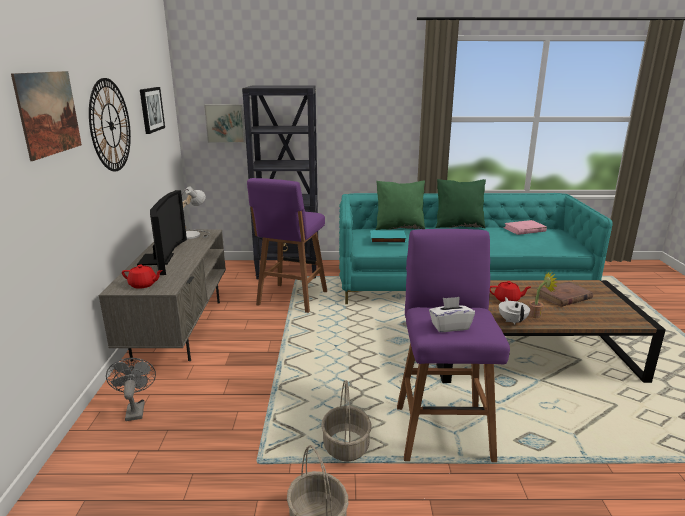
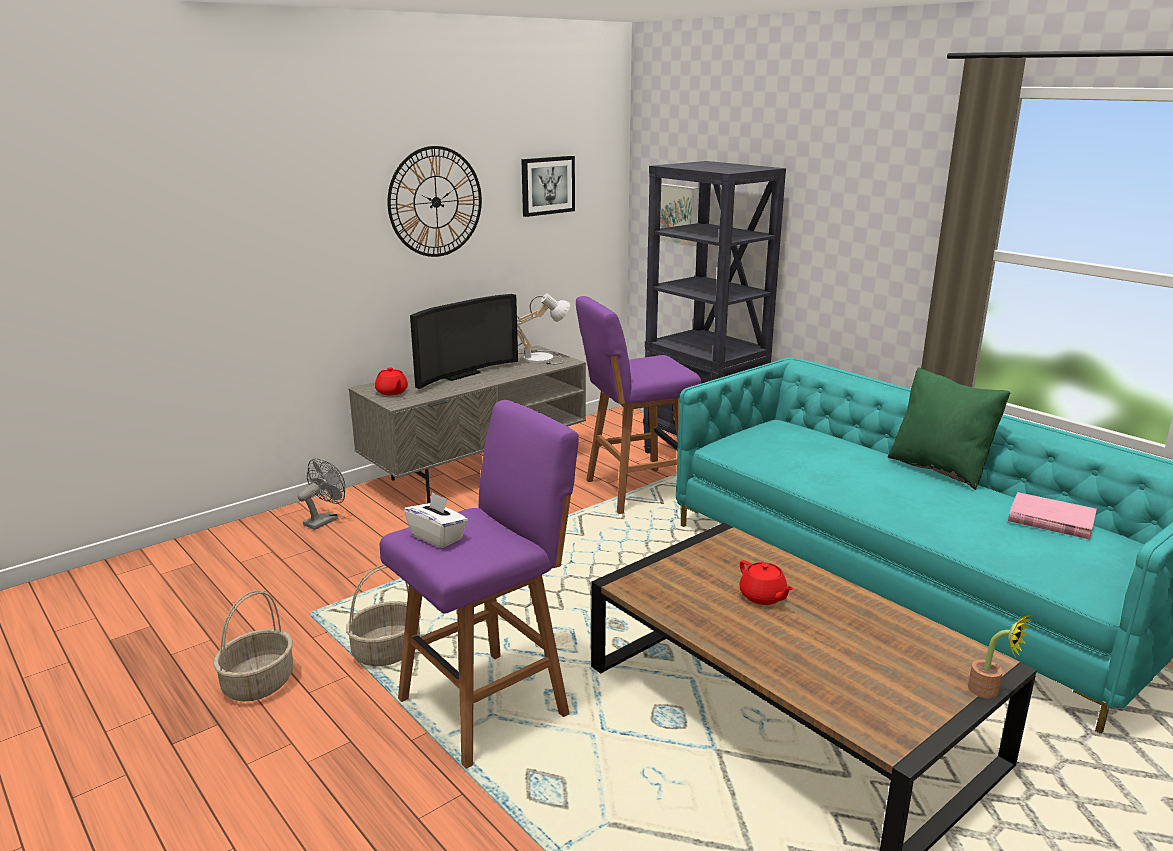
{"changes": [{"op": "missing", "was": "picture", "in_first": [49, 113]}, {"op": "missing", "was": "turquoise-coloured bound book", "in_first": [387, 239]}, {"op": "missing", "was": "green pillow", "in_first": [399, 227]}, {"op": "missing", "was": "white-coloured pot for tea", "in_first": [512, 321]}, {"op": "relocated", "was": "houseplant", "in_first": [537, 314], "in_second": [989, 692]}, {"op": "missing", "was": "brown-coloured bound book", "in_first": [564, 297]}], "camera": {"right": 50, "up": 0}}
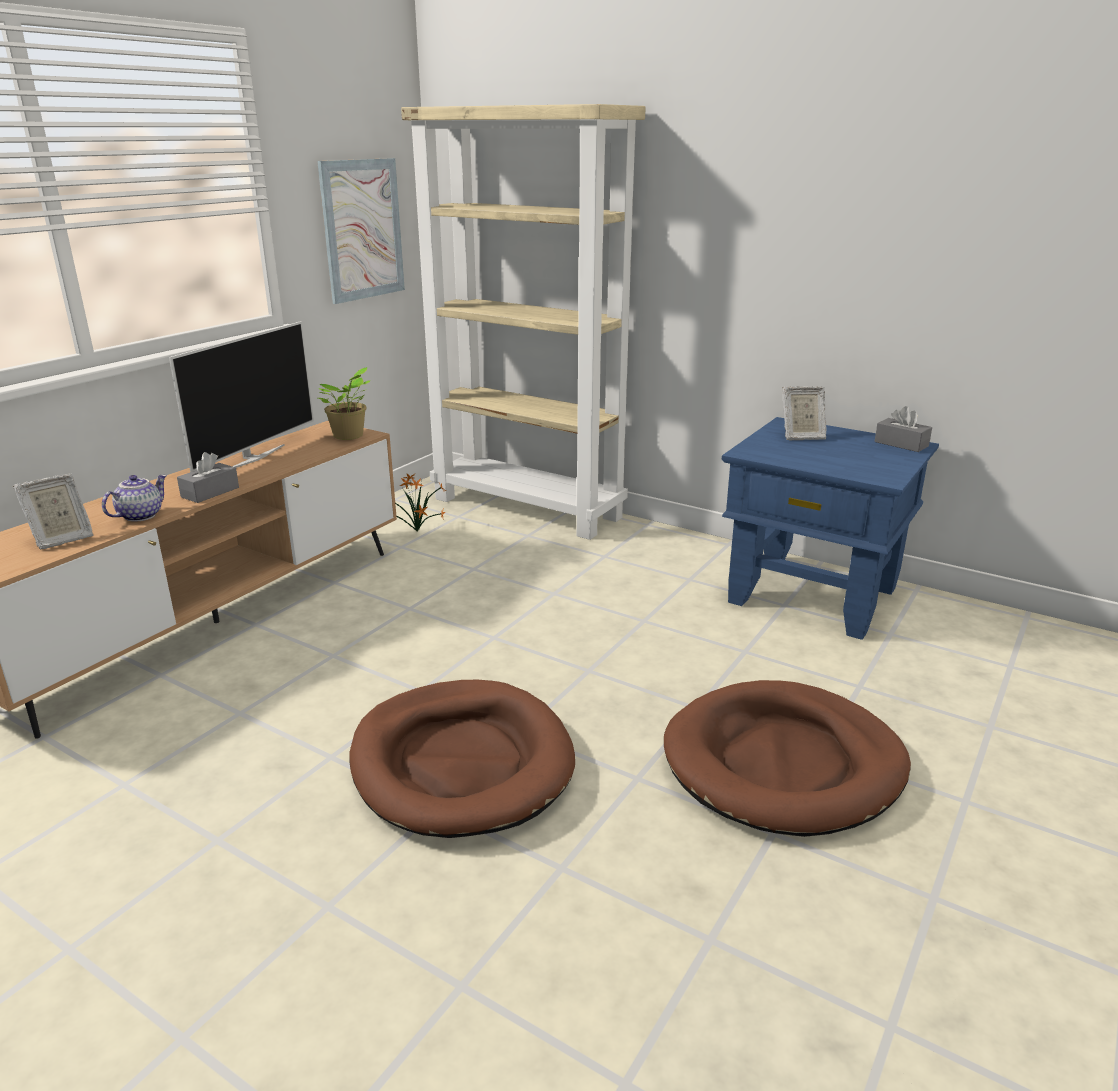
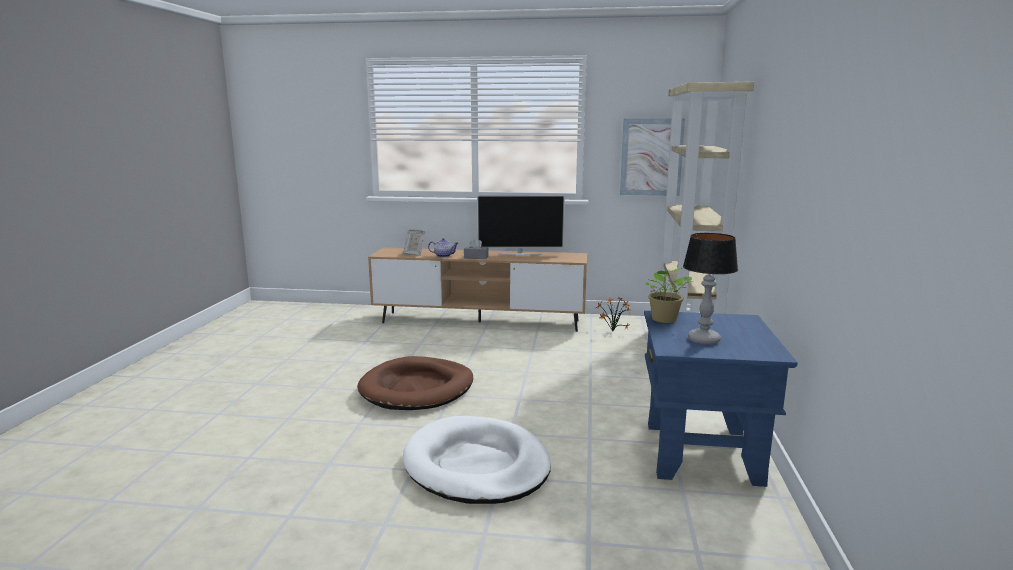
{"changes": [{"op": "relocated", "was": "houseplant", "in_first": [349, 436], "in_second": [664, 320]}, {"op": "colour", "was": "brown-coloured dog bed", "now": "white-coloured dog bed", "in_first": [783, 763], "in_second": [476, 465]}, {"op": "missing", "was": "photo frame", "in_first": [801, 437]}, {"op": "missing", "was": "gray box of tissues", "in_first": [901, 444]}, {"op": "appeared", "now": "table lamp", "in_second": [704, 340]}], "camera": {"right": 65, "up": -10}}
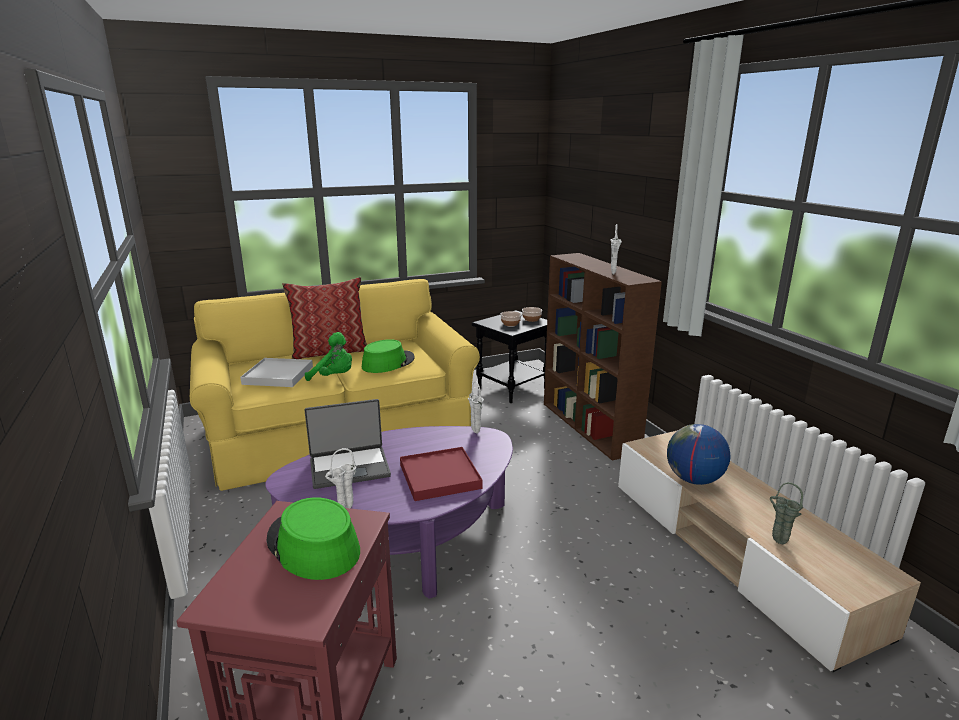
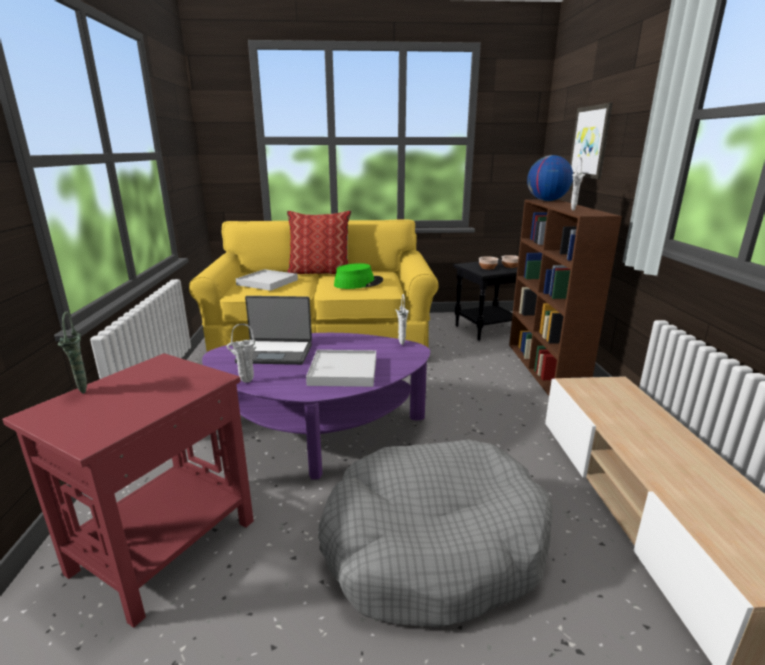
{"changes": [{"op": "missing", "was": "green wearable hat", "in_first": [312, 546]}, {"op": "missing", "was": "green cuddly toy", "in_first": [334, 377]}, {"op": "colour", "was": "red tray", "now": "white-coloured tray", "in_first": [439, 476], "in_second": [343, 371]}, {"op": "relocated", "was": "desk globe", "in_first": [693, 479], "in_second": [546, 201]}, {"op": "relocated", "was": "green decorative vase", "in_first": [777, 542], "in_second": [84, 390]}, {"op": "appeared", "now": "gray dog bed", "in_second": [433, 546]}, {"op": "appeared", "now": "picture", "in_second": [590, 142]}], "camera": {"right": 20, "up": 0}}
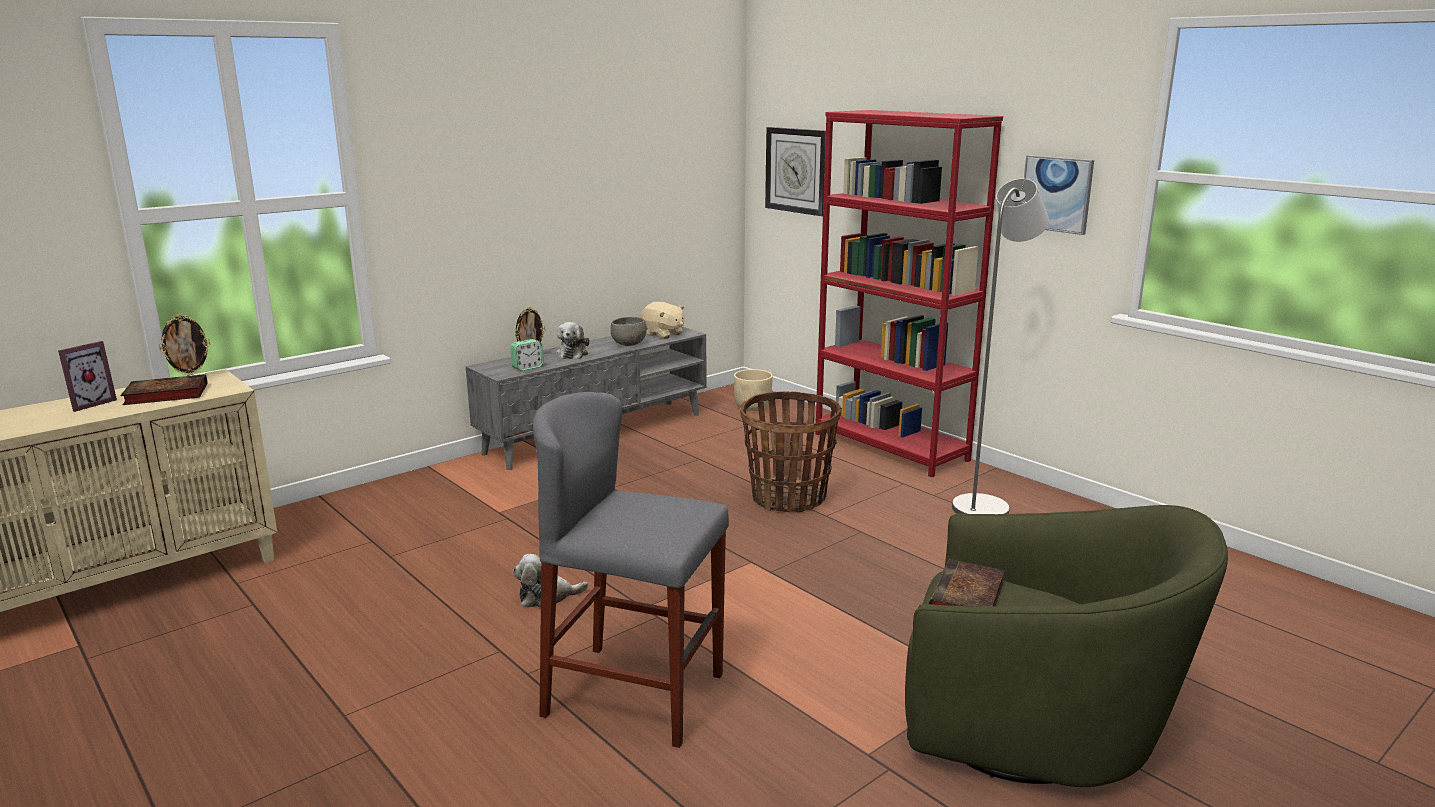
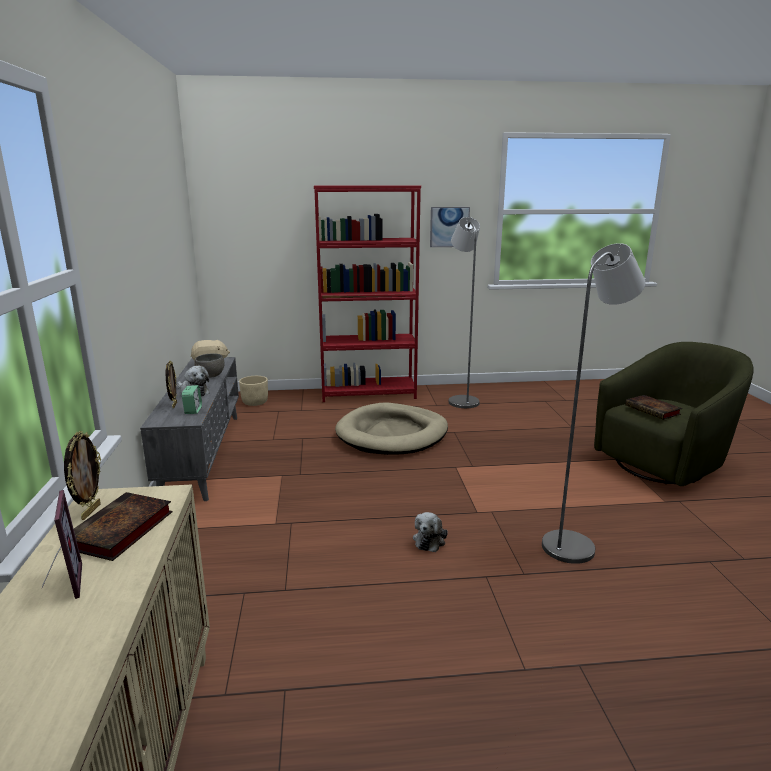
{"changes": [{"op": "exchanged", "was": "gray stool", "now": "gray standing lamp", "in_first": [635, 694], "in_second": [574, 544]}, {"op": "exchanged", "was": "storage basket", "now": "beige dog bed", "in_first": [788, 498], "in_second": [392, 434]}, {"op": "missing", "was": "hanging clock", "in_first": [797, 170]}], "camera": {"right": -55, "up": 0}}
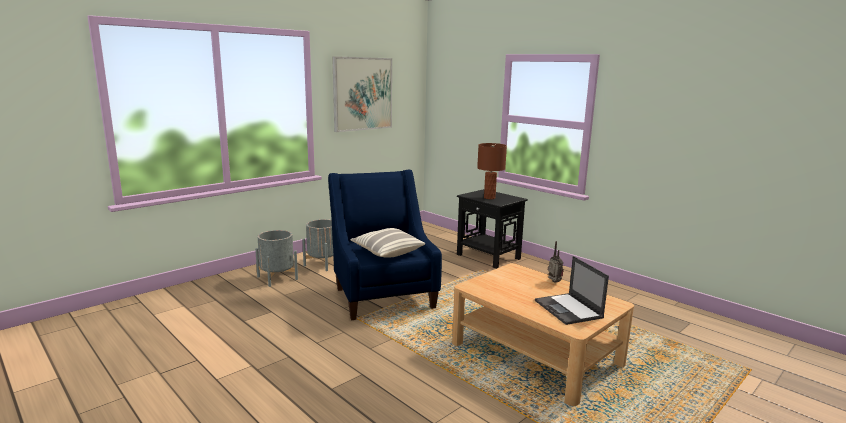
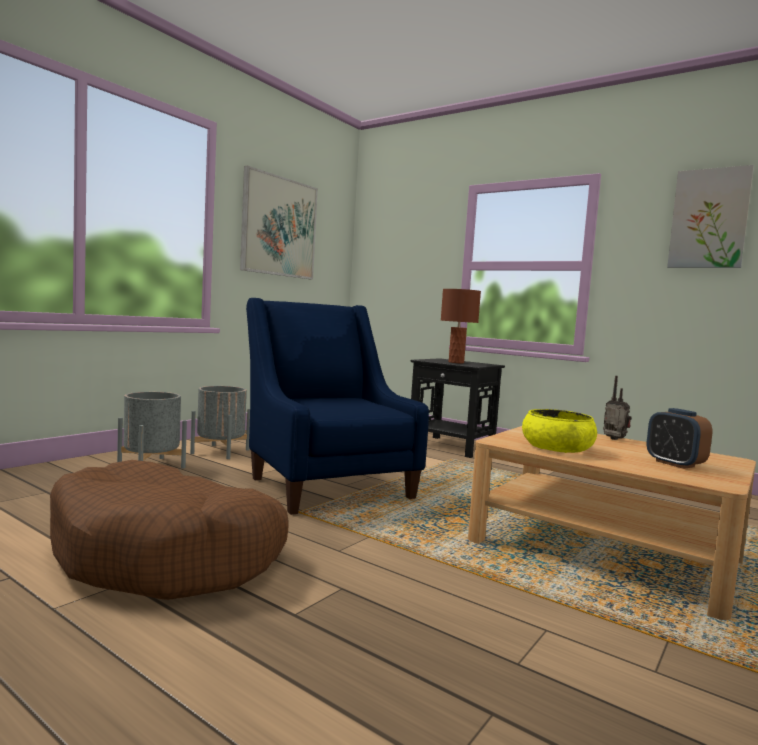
{"changes": [{"op": "missing", "was": "pillow", "in_first": [387, 252]}, {"op": "exchanged", "was": "laptop", "now": "bedside clock", "in_first": [569, 309], "in_second": [674, 464]}, {"op": "appeared", "now": "brown-coloured dog bed", "in_second": [167, 555]}, {"op": "appeared", "now": "yellow-coloured serving bowl", "in_second": [557, 448]}, {"op": "appeared", "now": "picture", "in_second": [709, 219]}], "camera": {"right": -10, "up": -10}}
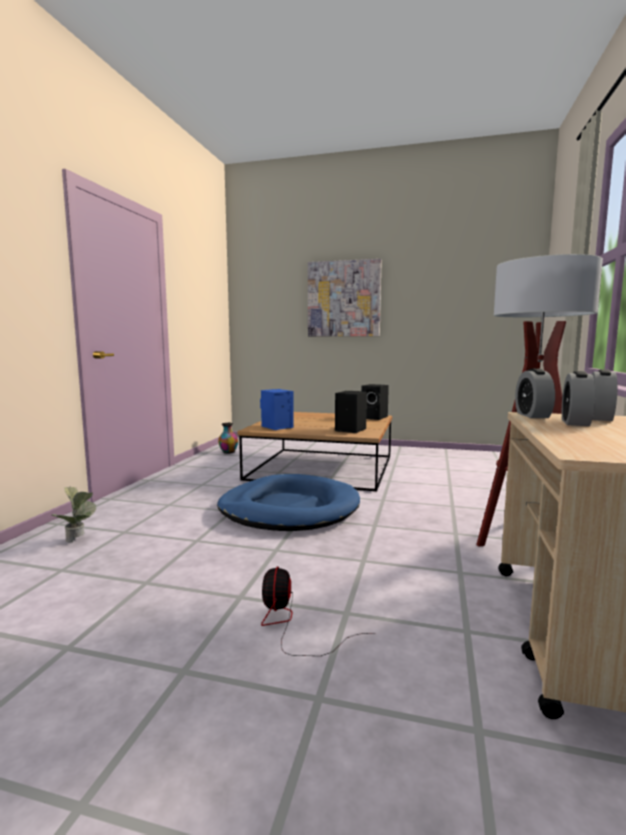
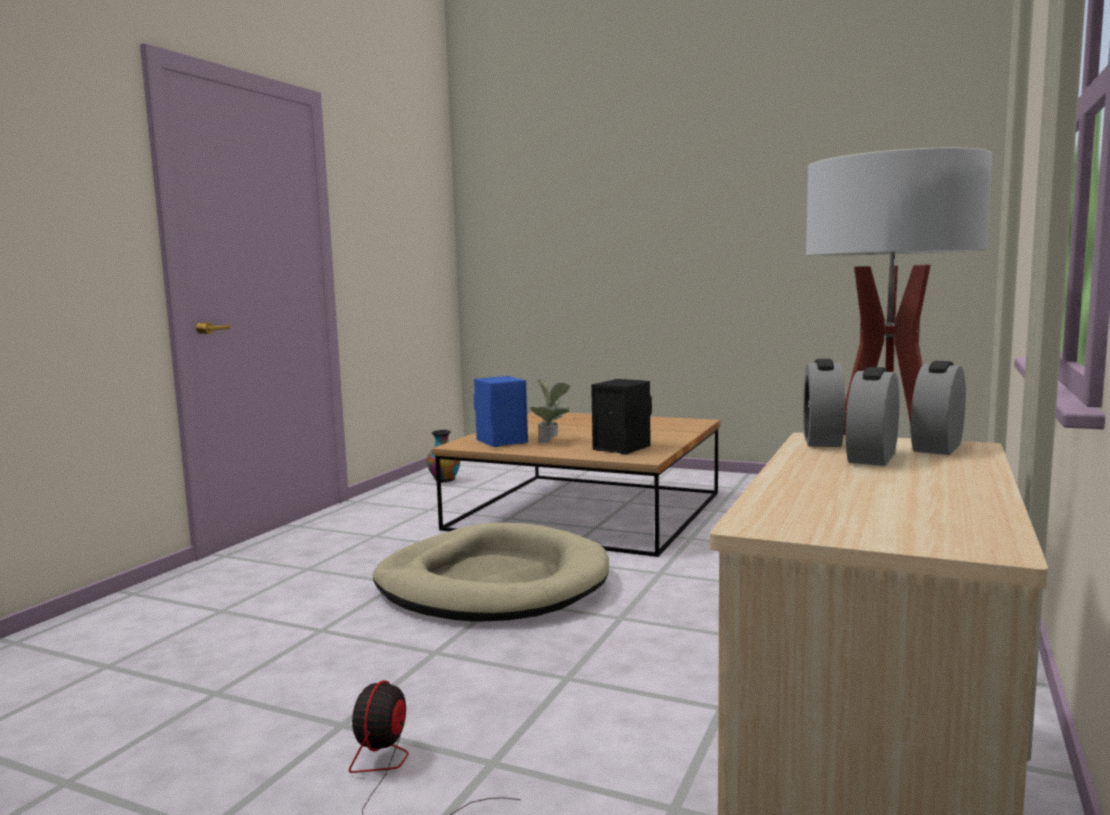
{"changes": [{"op": "relocated", "was": "houseplant", "in_first": [79, 540], "in_second": [552, 442]}, {"op": "colour", "was": "bluish dog bed", "now": "beige dog bed", "in_first": [289, 509], "in_second": [492, 583]}, {"op": "missing", "was": "picture", "in_first": [344, 299]}, {"op": "missing", "was": "black speaker", "in_first": [375, 418]}], "camera": {"right": 10, "up": 0}}
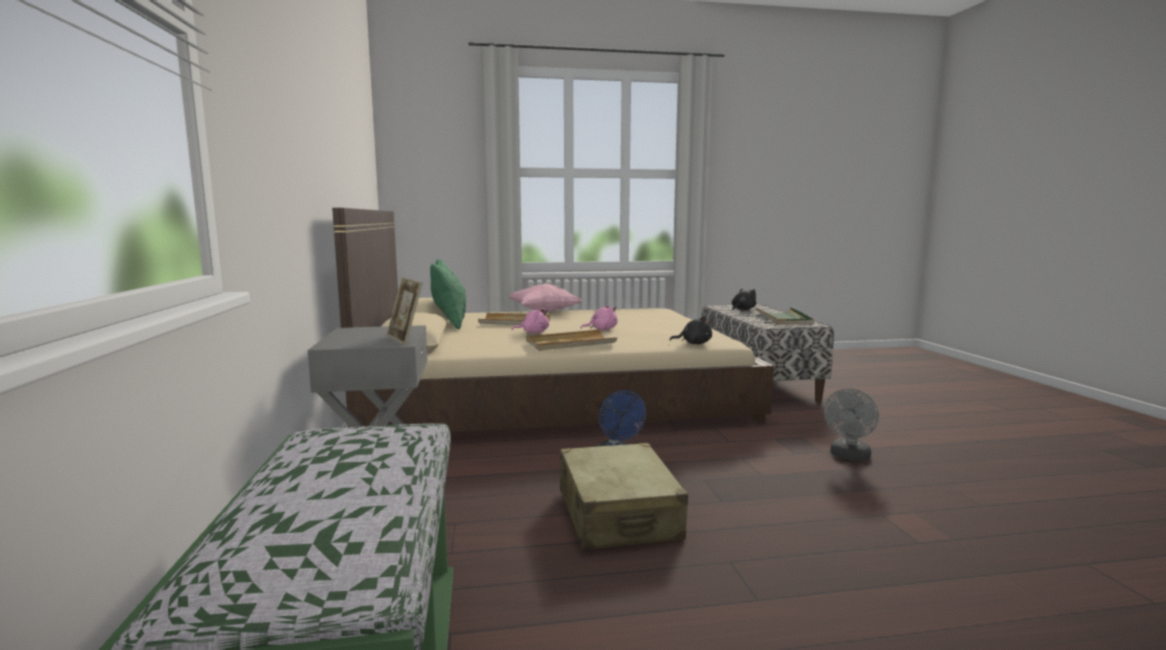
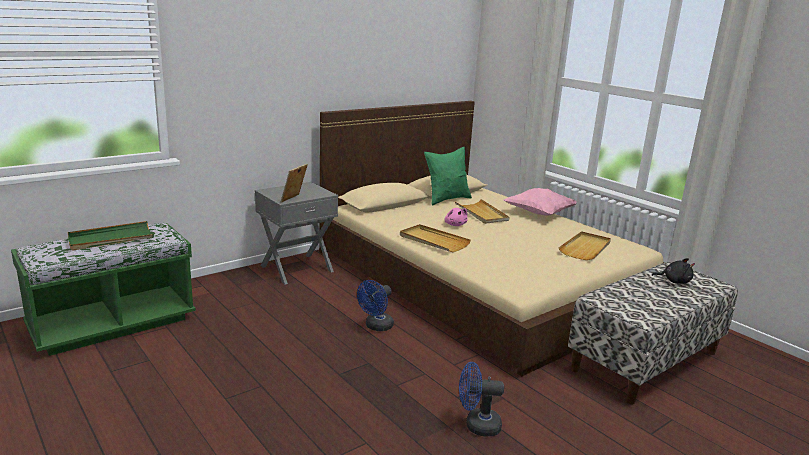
{"changes": [{"op": "missing", "was": "beige travel case", "in_first": [618, 515]}, {"op": "missing", "was": "pinkish cuddly toy", "in_first": [601, 329]}, {"op": "missing", "was": "black cuddly toy", "in_first": [694, 343]}, {"op": "relocated", "was": "green tray", "in_first": [783, 319], "in_second": [111, 239]}, {"op": "colour", "was": "gray electric fan", "now": "bluish electric fan", "in_first": [849, 457], "in_second": [477, 425]}, {"op": "appeared", "now": "beige tray", "in_second": [585, 248]}], "camera": {"right": 60, "up": 10}}
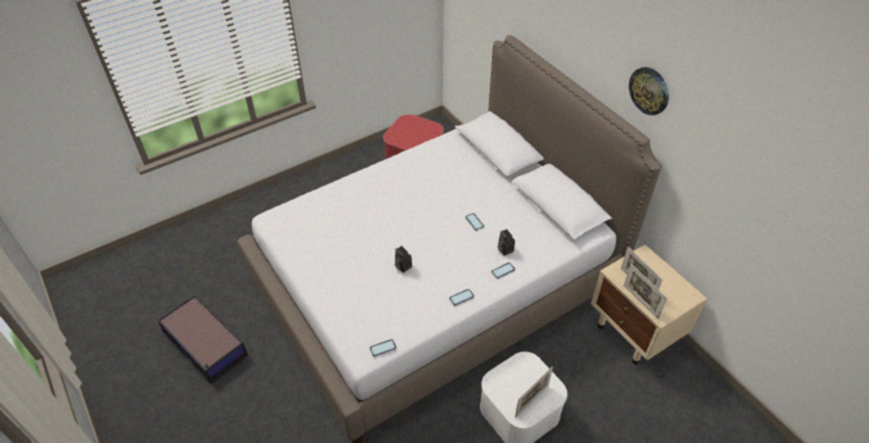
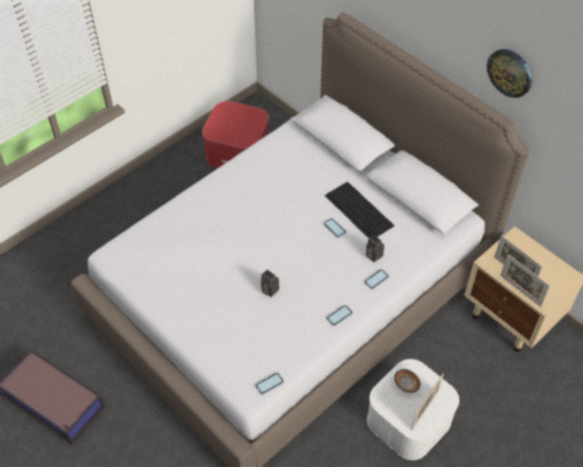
{"changes": [{"op": "appeared", "now": "computer keyboard", "in_second": [359, 210]}, {"op": "appeared", "now": "serving bowl", "in_second": [406, 385]}], "camera": {"right": -10, "up": 5}}
